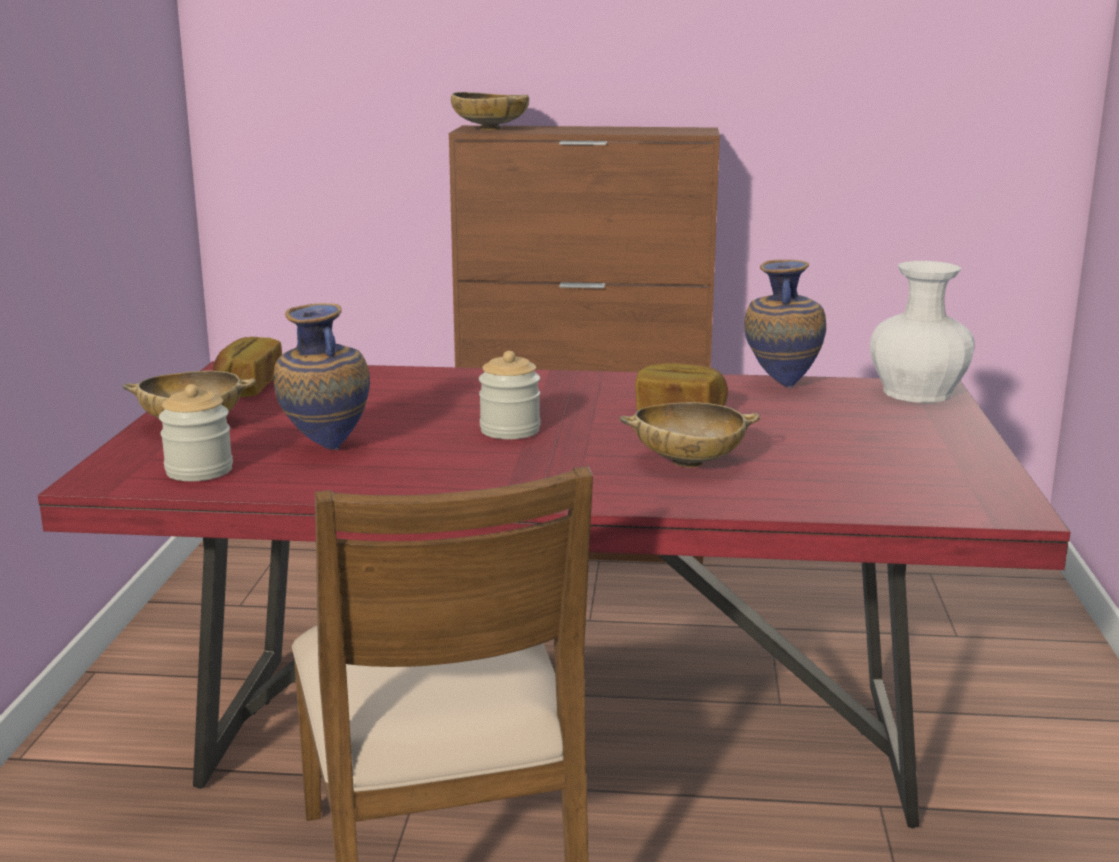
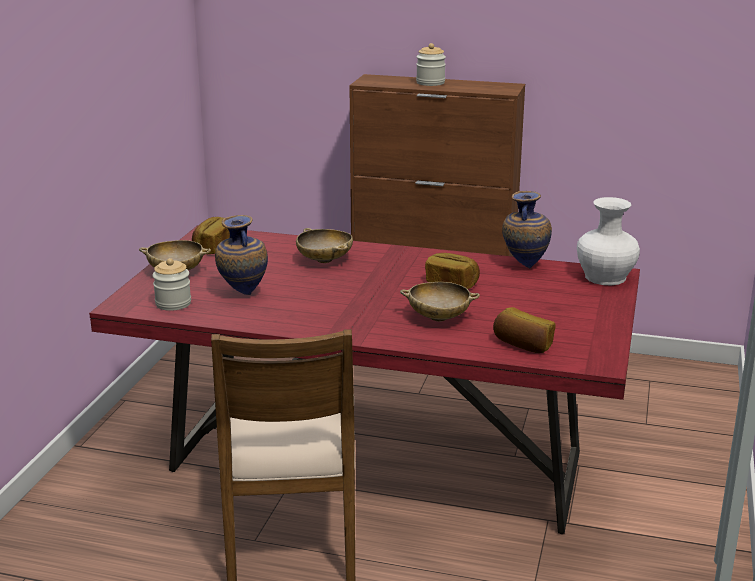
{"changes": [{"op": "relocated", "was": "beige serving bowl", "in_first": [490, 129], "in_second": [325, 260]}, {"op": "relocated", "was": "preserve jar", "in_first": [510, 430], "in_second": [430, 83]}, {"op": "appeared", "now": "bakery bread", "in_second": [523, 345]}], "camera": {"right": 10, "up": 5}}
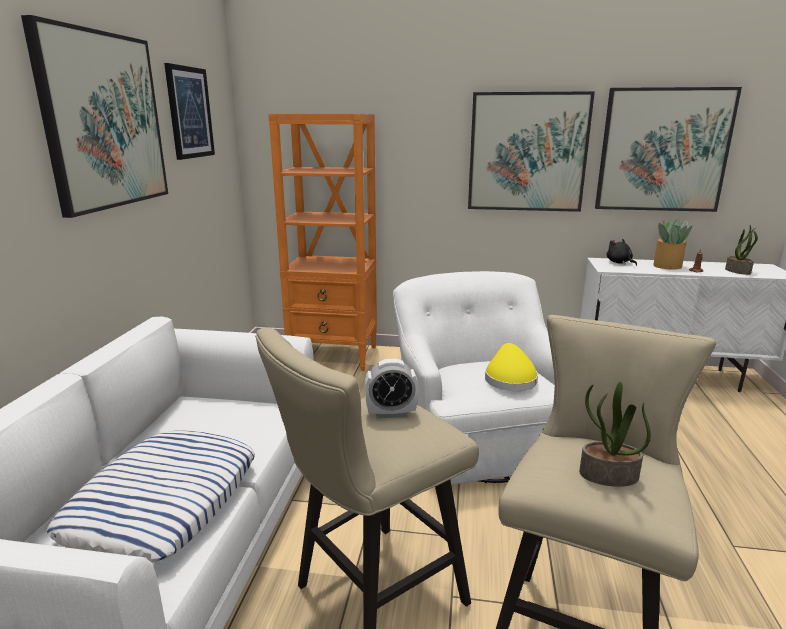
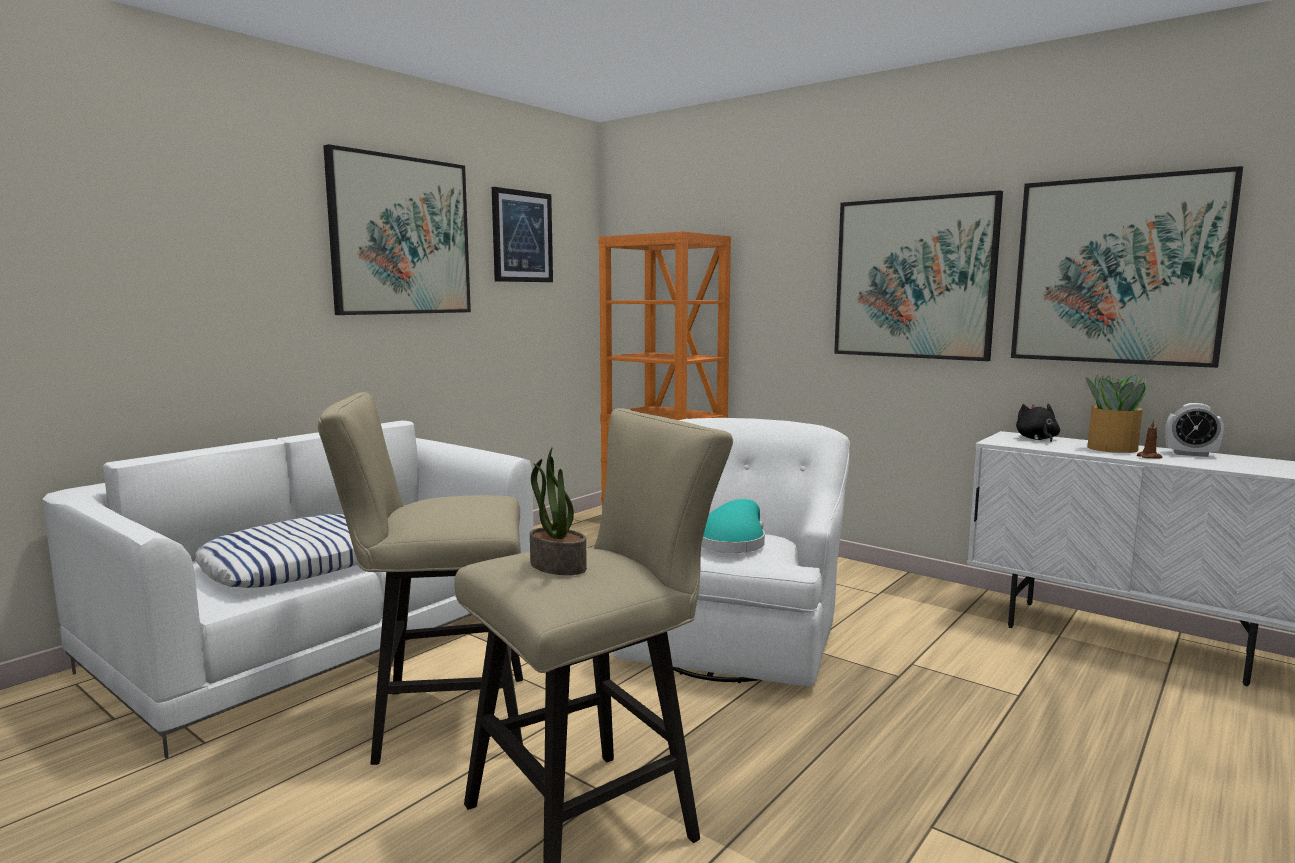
{"changes": [{"op": "relocated", "was": "bedside clock", "in_first": [391, 413], "in_second": [1190, 454]}, {"op": "colour", "was": "yellow-coloured wearable hat", "now": "turquoise-coloured wearable hat", "in_first": [509, 378], "in_second": [733, 543]}, {"op": "missing", "was": "houseplant", "in_first": [738, 271]}], "camera": {"right": 30, "up": -10}}
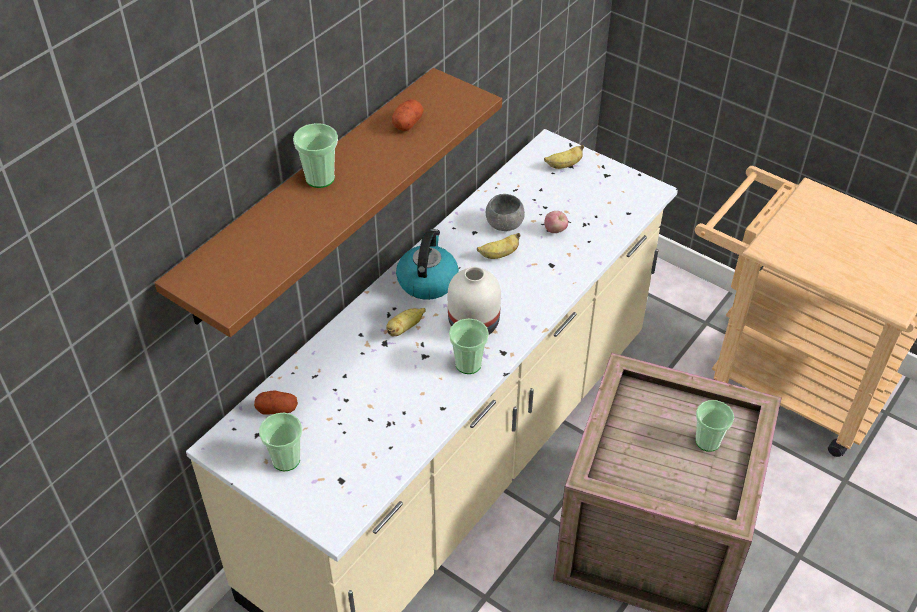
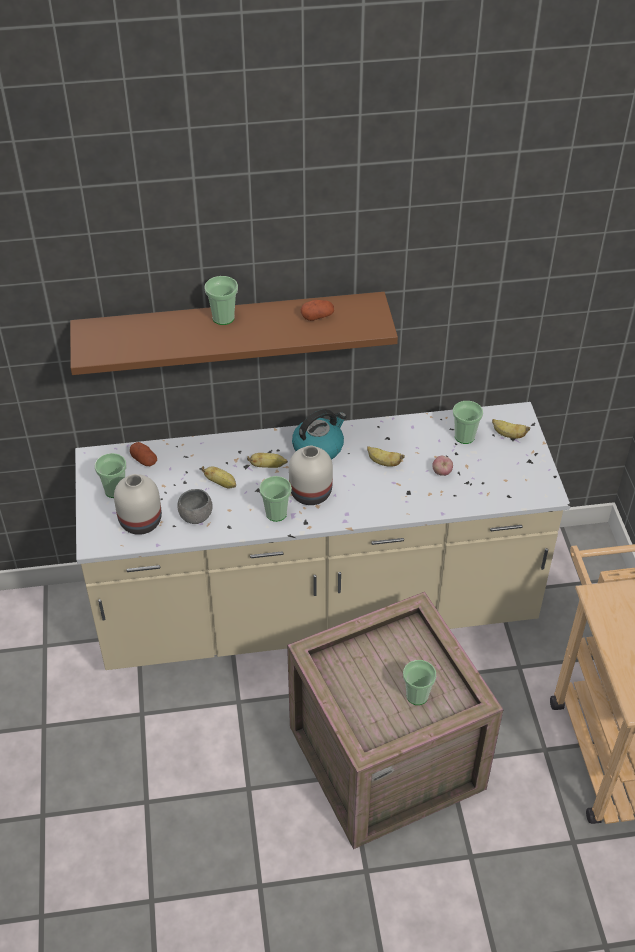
{"changes": [{"op": "relocated", "was": "gray serving bowl", "in_first": [504, 224], "in_second": [196, 516]}, {"op": "appeared", "now": "white-coloured decorative vase", "in_second": [139, 521]}, {"op": "appeared", "now": "banana", "in_second": [221, 483]}, {"op": "appeared", "now": "small cup", "in_second": [464, 437]}], "camera": {"right": 45, "up": 0}}
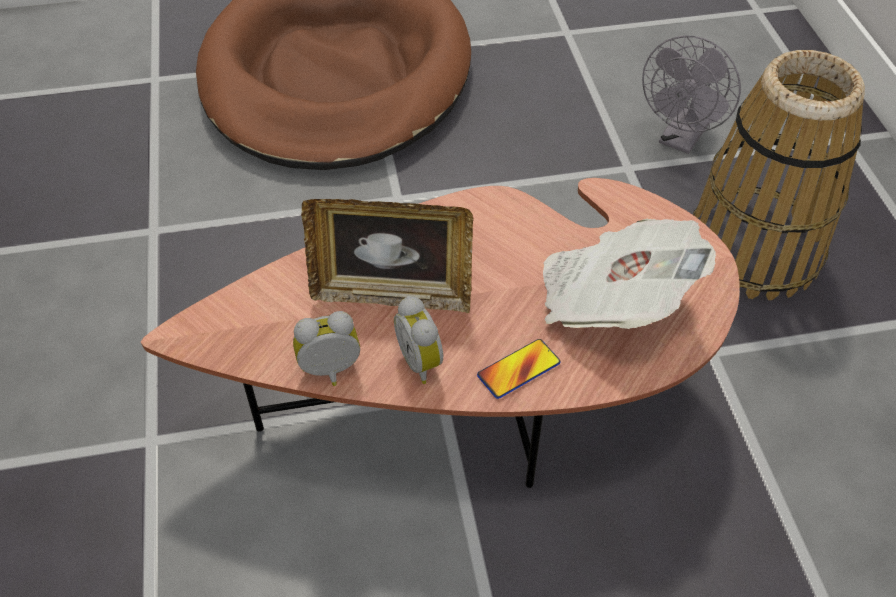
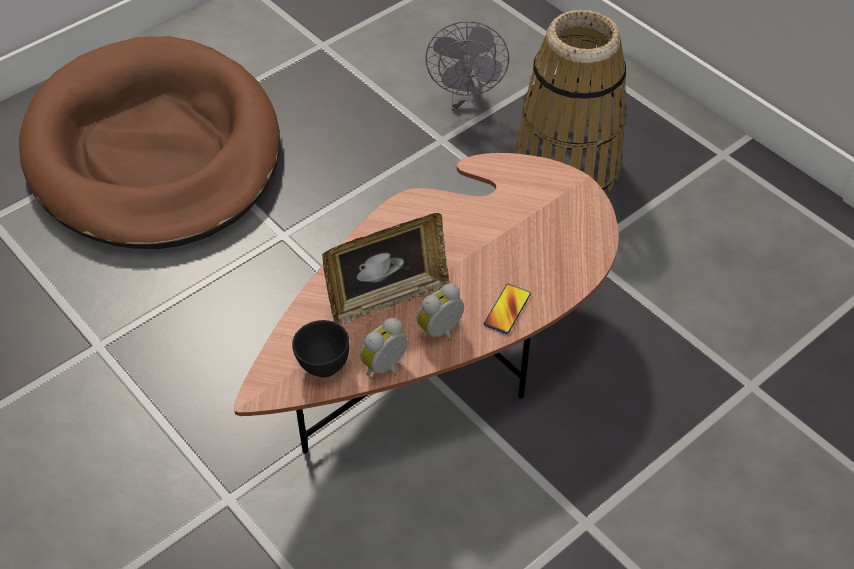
{"changes": [{"op": "spun", "was": "bedside clock", "in_first": [422, 361], "in_second": [442, 332], "clockwise": 105}, {"op": "missing", "was": "daily paper", "in_first": [612, 300]}, {"op": "appeared", "now": "black serving bowl", "in_second": [323, 366]}], "camera": {"right": -30, "up": 0}}
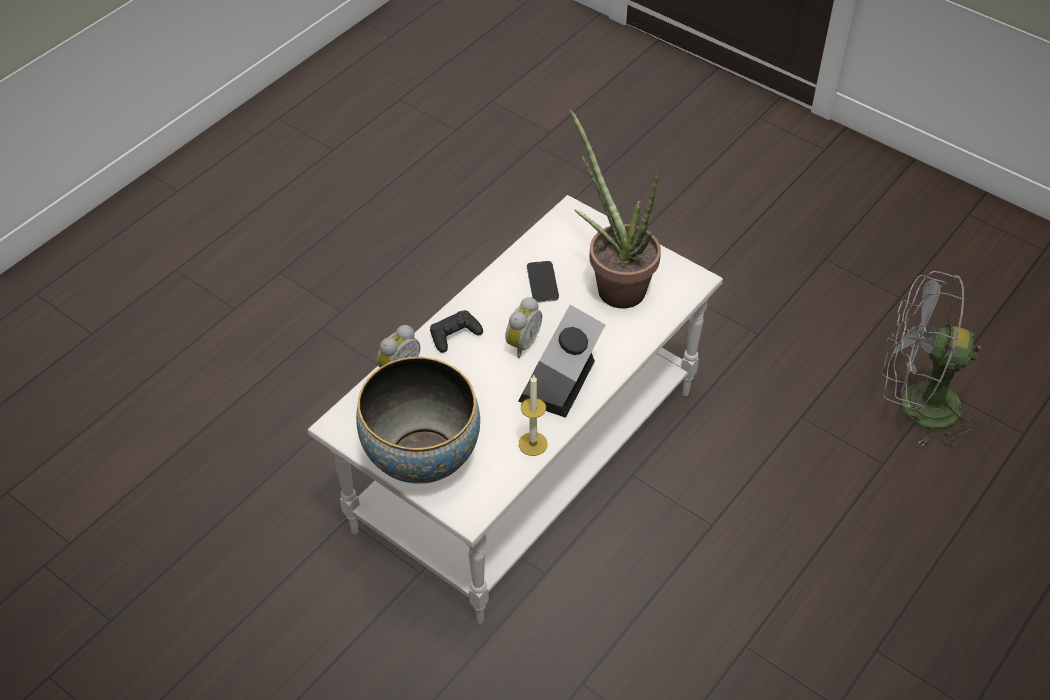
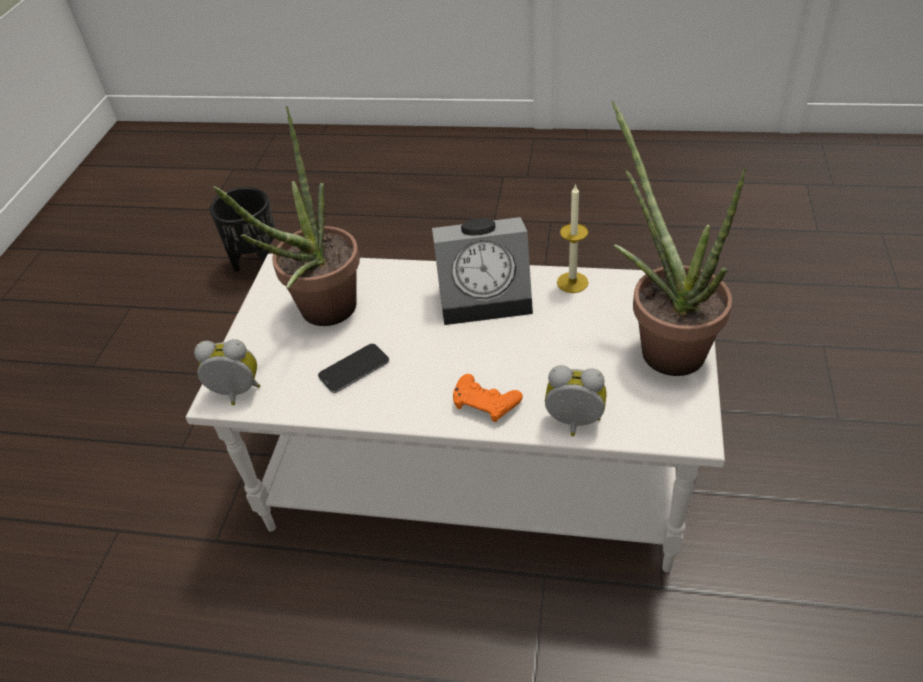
{"changes": [{"op": "exchanged", "was": "serving bowl", "now": "houseplant", "in_first": [422, 458], "in_second": [662, 345]}, {"op": "colour", "was": "black joypad", "now": "orange-coloured joypad", "in_first": [454, 335], "in_second": [485, 402]}, {"op": "relocated", "was": "bedside clock", "in_first": [521, 343], "in_second": [236, 394]}, {"op": "exchanged", "was": "gray electric fan", "now": "black flower pot", "in_first": [915, 406], "in_second": [259, 264]}], "camera": {"right": -115, "up": -5}}
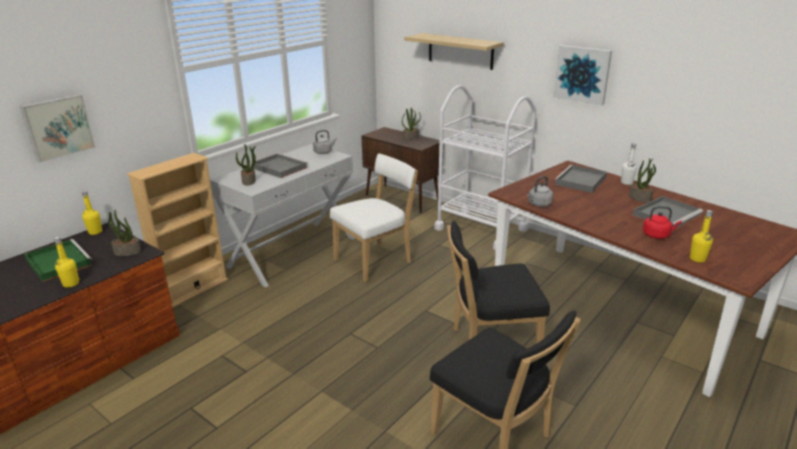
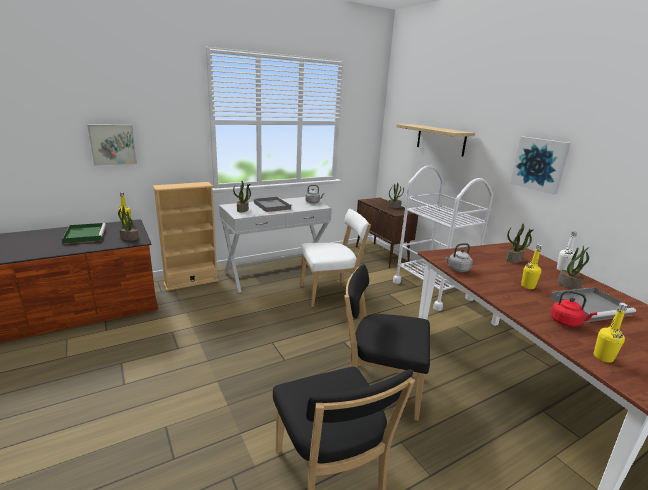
{"changes": [{"op": "relocated", "was": "yellow-coloured beverage bottle", "in_first": [71, 284], "in_second": [527, 286]}, {"op": "exchanged", "was": "gray tray", "now": "houseplant", "in_first": [580, 181], "in_second": [514, 259]}], "camera": {"right": 20, "up": -5}}
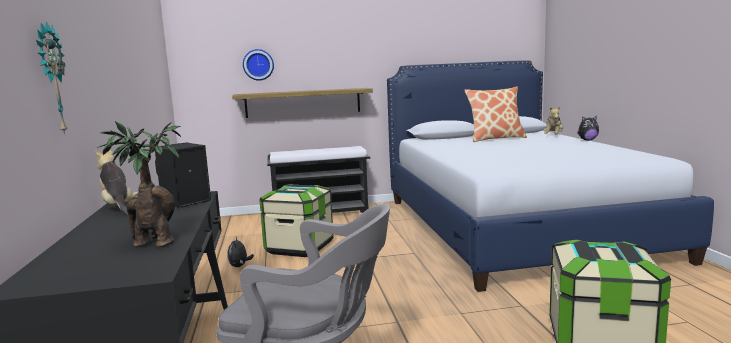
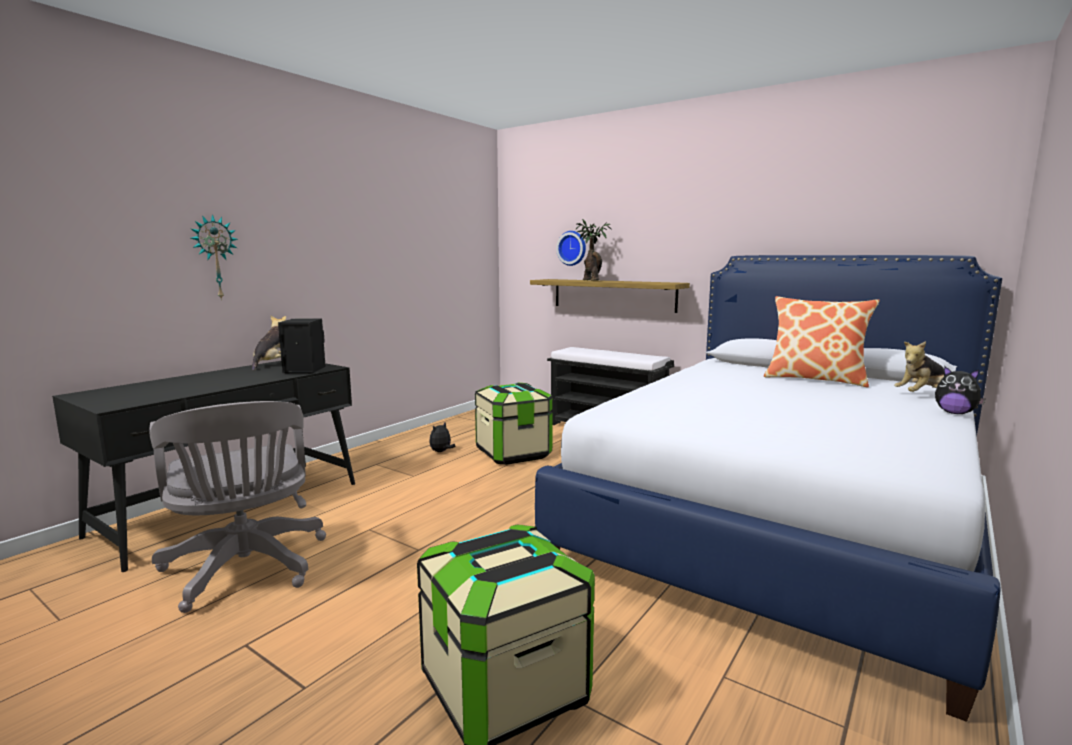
{"changes": [{"op": "relocated", "was": "houseplant", "in_first": [151, 243], "in_second": [590, 280]}], "camera": {"right": 45, "up": 0}}
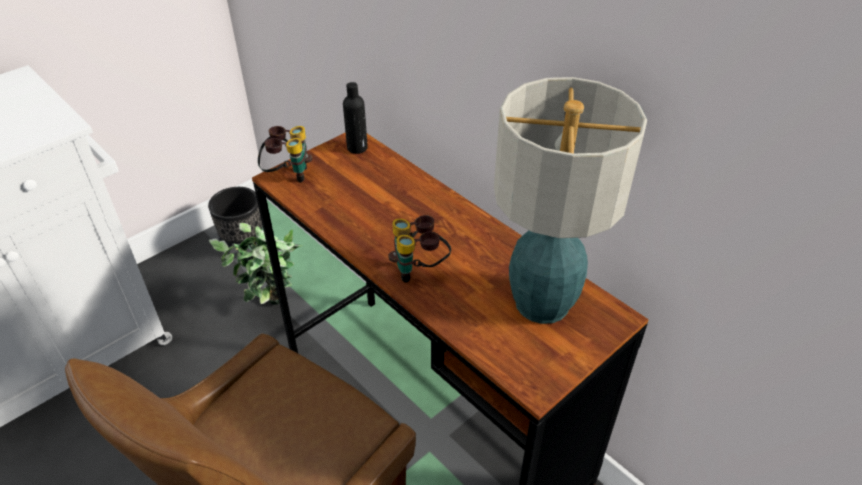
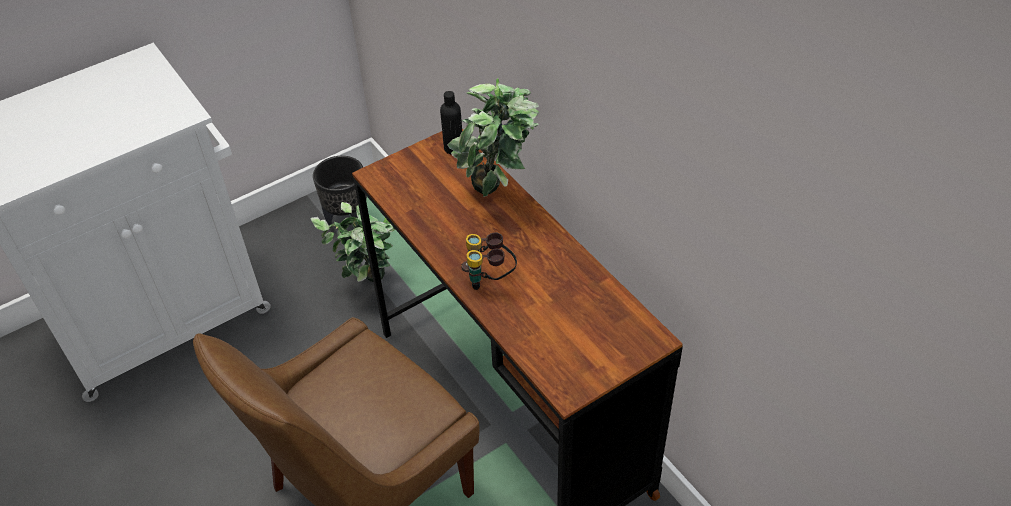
{"changes": [{"op": "missing", "was": "binoculars", "in_first": [288, 174]}, {"op": "missing", "was": "table lamp", "in_first": [541, 302]}, {"op": "appeared", "now": "houseplant", "in_second": [498, 197]}], "camera": {"right": 10, "up": 5}}
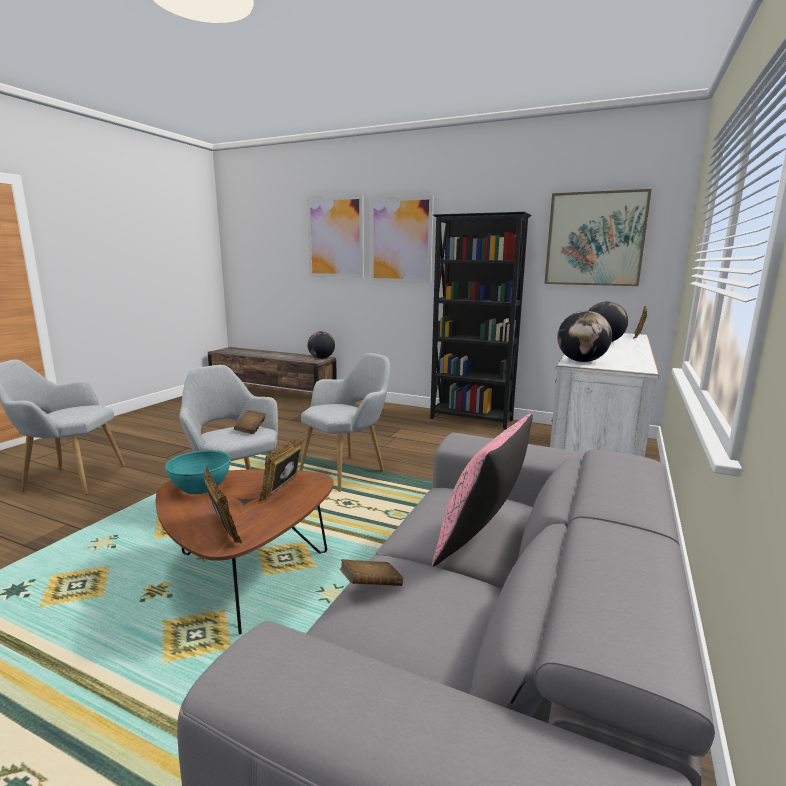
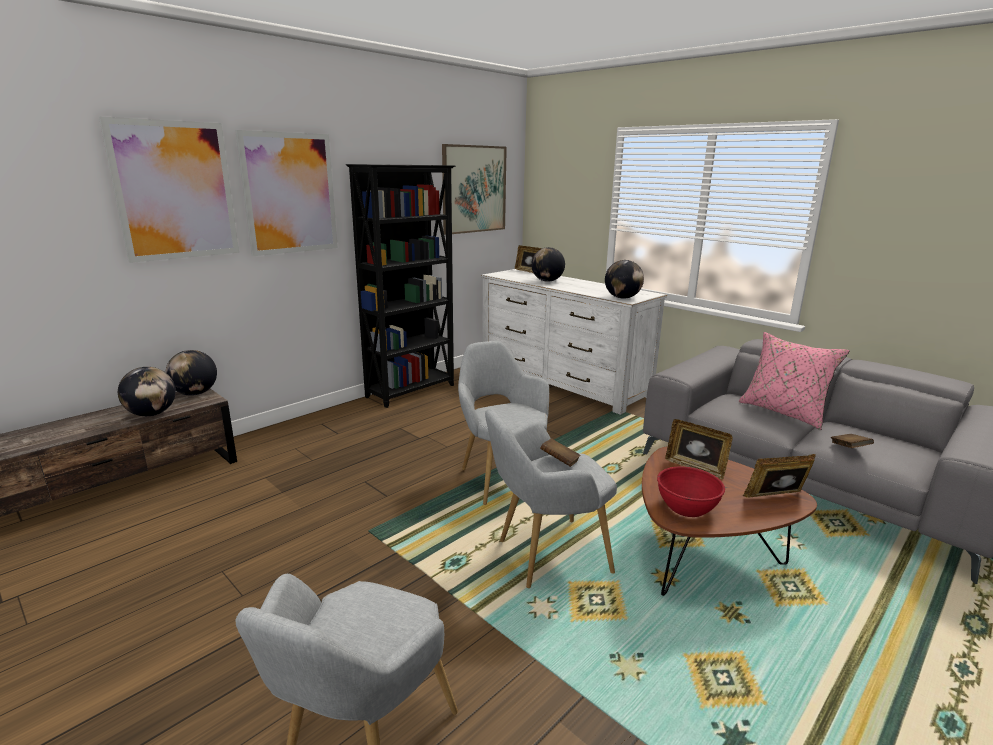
{"changes": [{"op": "colour", "was": "turquoise-coloured serving bowl", "now": "red serving bowl", "in_first": [200, 487], "in_second": [687, 507]}, {"op": "appeared", "now": "desk globe", "in_second": [152, 414]}], "camera": {"right": -70, "up": 5}}
